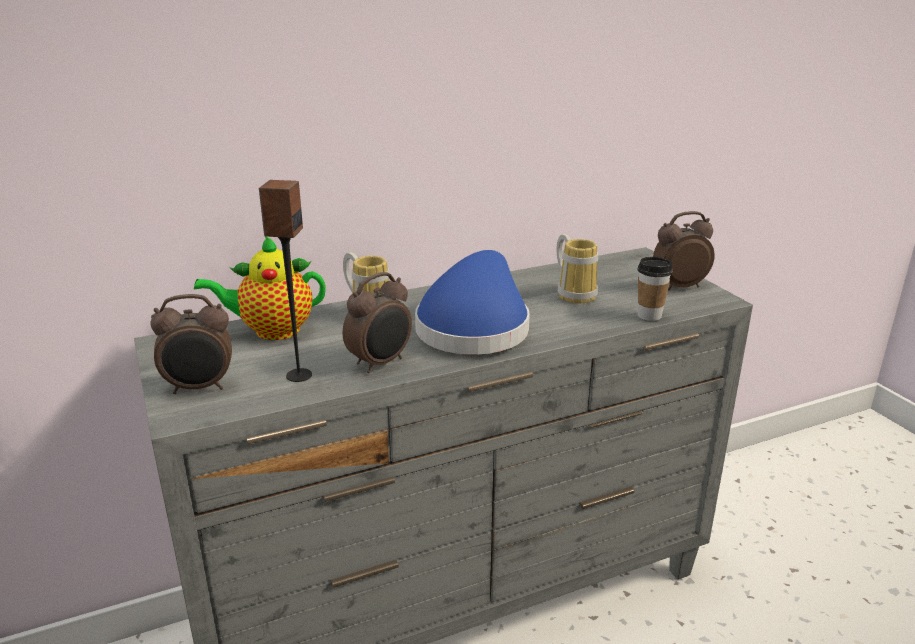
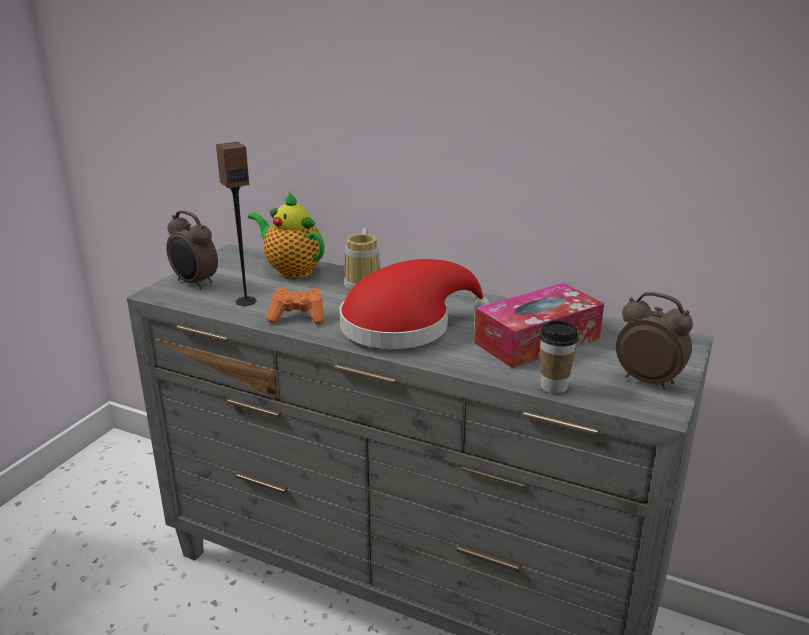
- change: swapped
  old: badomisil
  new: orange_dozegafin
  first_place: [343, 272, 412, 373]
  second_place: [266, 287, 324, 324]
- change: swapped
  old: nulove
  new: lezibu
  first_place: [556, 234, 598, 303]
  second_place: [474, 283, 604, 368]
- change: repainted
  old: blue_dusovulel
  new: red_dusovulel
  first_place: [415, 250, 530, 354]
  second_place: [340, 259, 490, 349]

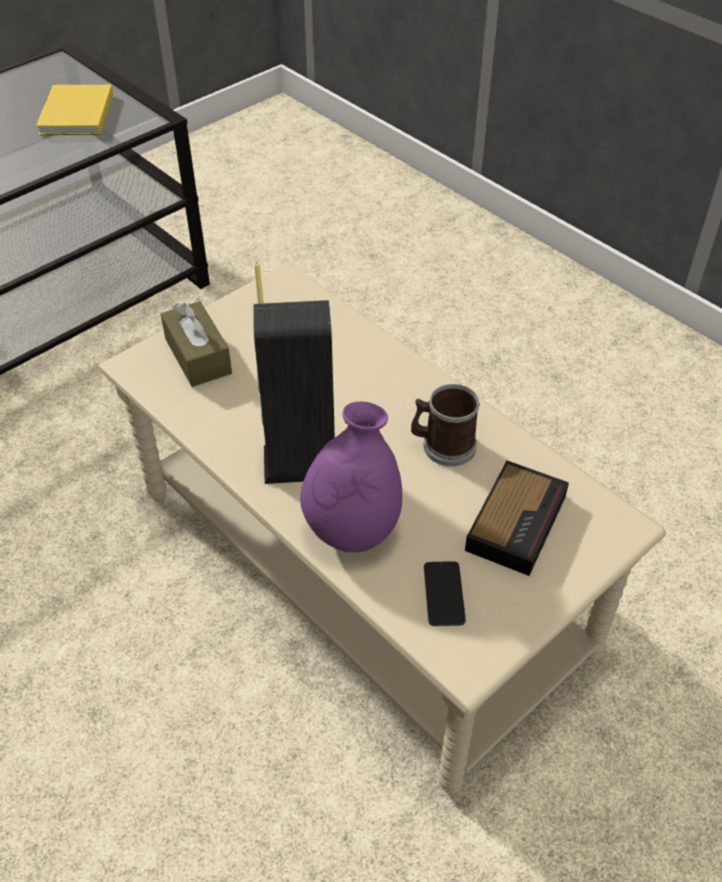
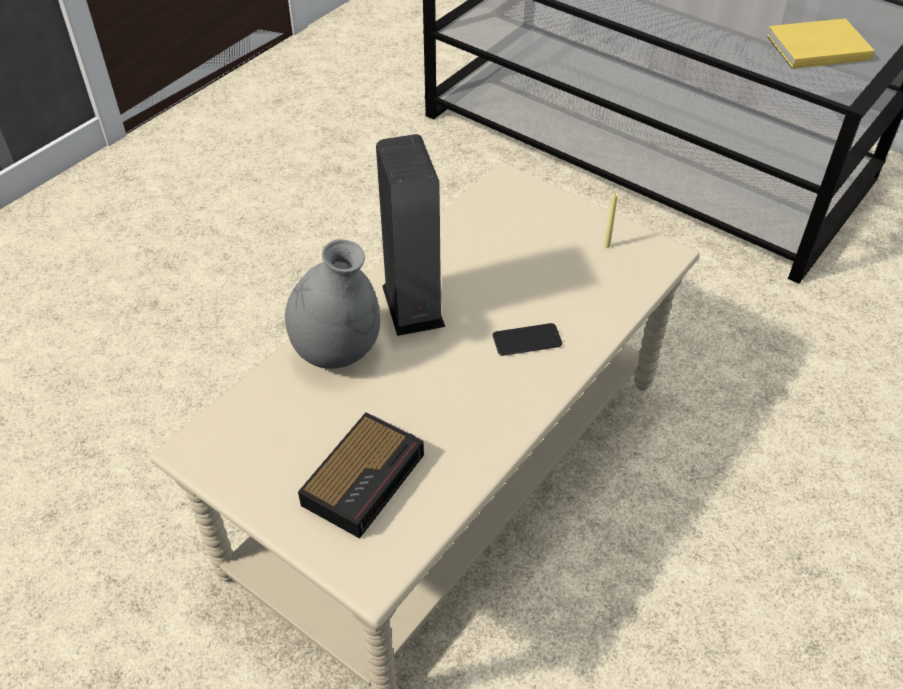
- change: gone
  old: brown_lezibu
  first_place: [161, 301, 232, 387]
- change: gone
  old: nulove
  first_place: [411, 384, 480, 466]
- change: shifted
  old: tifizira
  first_place: [424, 561, 466, 626]
  second_place: [493, 323, 562, 356]
- change: repainted
  old: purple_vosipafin
  new: grey_vosipafin
  first_place: [300, 402, 402, 552]
  second_place: [285, 239, 380, 369]
- change: rotated
  old: badomisil
  first_place: [465, 461, 569, 576]
  second_place: [298, 412, 424, 539]
  degrees: -75

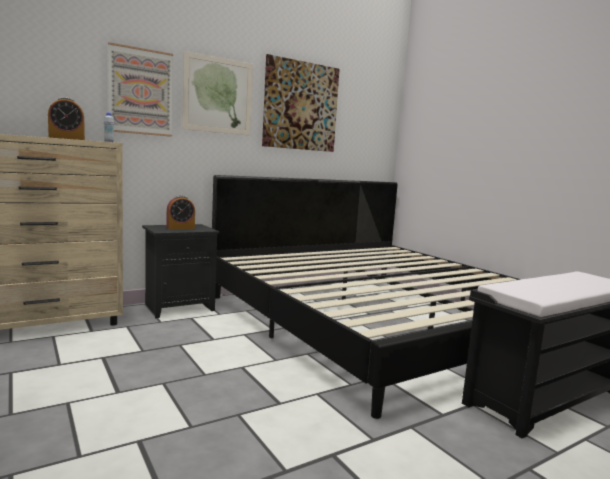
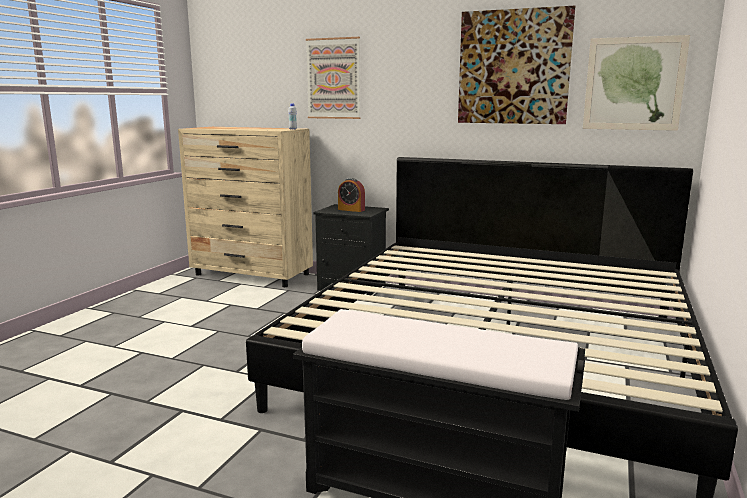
- change: gone
  old: badomisil
  first_place: [48, 97, 85, 140]
- change: shifted
  old: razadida
  first_place: [182, 51, 253, 136]
  second_place: [583, 35, 690, 131]

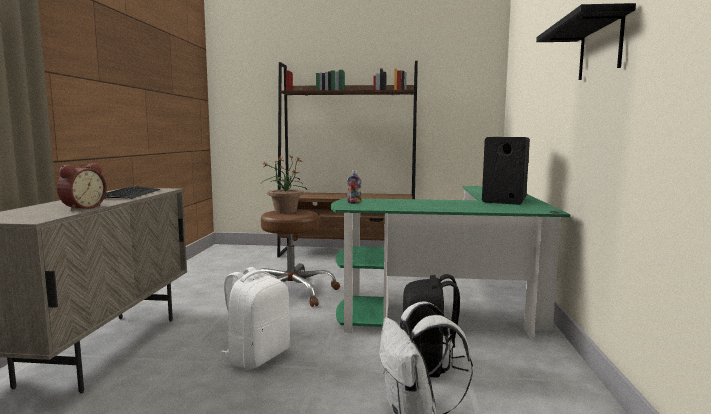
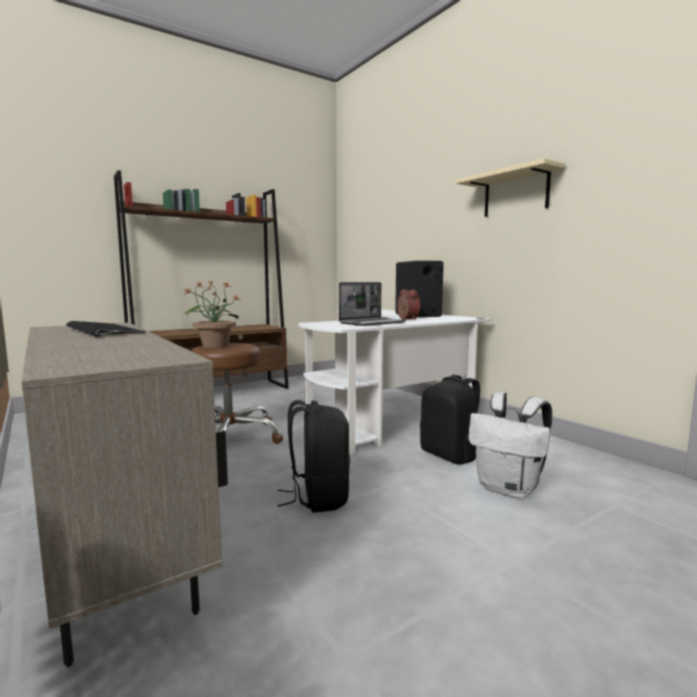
- change: gone
  old: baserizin
  first_place: [347, 170, 361, 204]
- change: new
  new: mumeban
  second_place: [339, 282, 406, 326]
- change: shifted
  old: badomisil
  first_place: [57, 163, 107, 211]
  second_place: [397, 289, 420, 320]
- change: repainted
  old: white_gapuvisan
  new: black_gapuvisan
  first_place: [220, 267, 290, 369]
  second_place: [278, 400, 350, 513]
- change: repainted
  old: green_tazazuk
  new: white_tazazuk
  first_place: [331, 186, 570, 341]
  second_place: [298, 309, 492, 455]
- change: repainted
  old: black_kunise
  new: beige_kunise
  first_place: [536, 3, 636, 80]
  second_place: [455, 158, 565, 217]

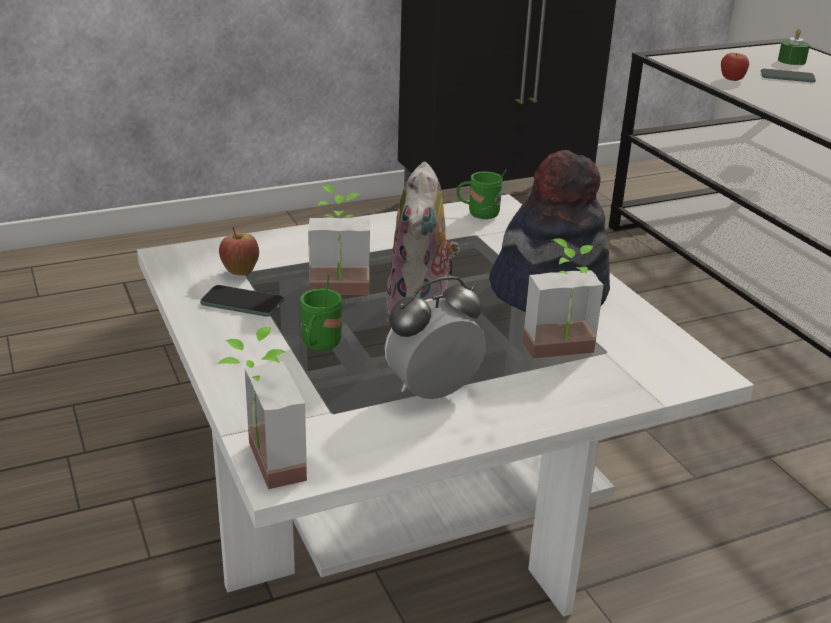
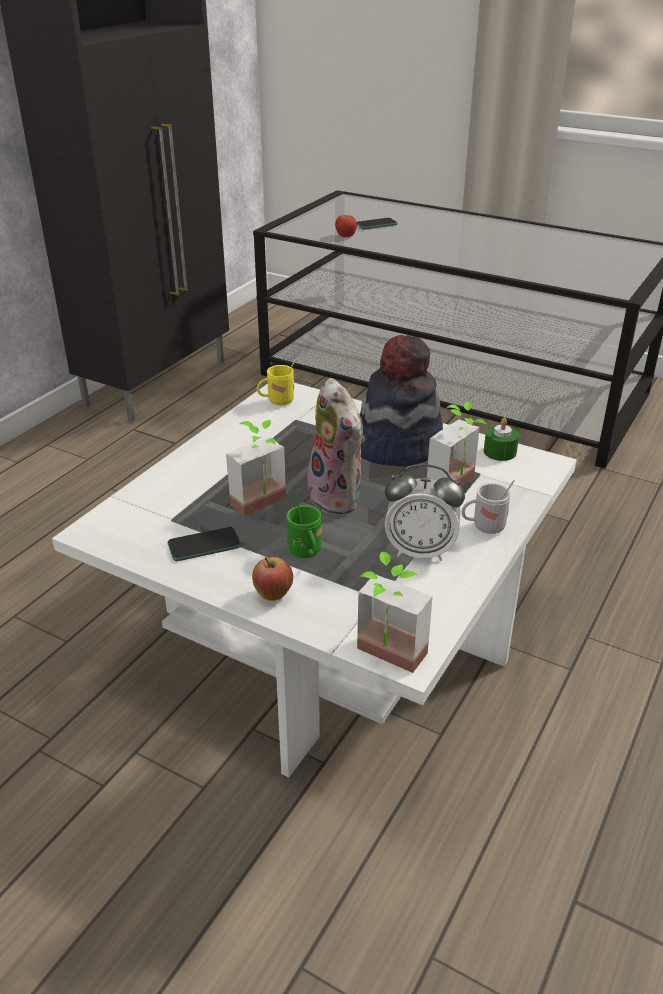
- change: new
  new: white_nulove
  second_place: [461, 480, 514, 534]
- change: shifted
  old: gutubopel
  first_place: [219, 227, 259, 275]
  second_place: [252, 557, 293, 601]
- change: shifted
  old: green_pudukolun
  first_place: [778, 29, 810, 65]
  second_place: [484, 417, 519, 461]
- change: repainted
  old: green_nulove
  new: yellow_nulove
  first_place: [456, 169, 507, 219]
  second_place: [257, 360, 295, 405]
- change: rotated
  old: badomisil
  first_place: [385, 276, 486, 400]
  second_place: [385, 464, 465, 561]
  degrees: -105

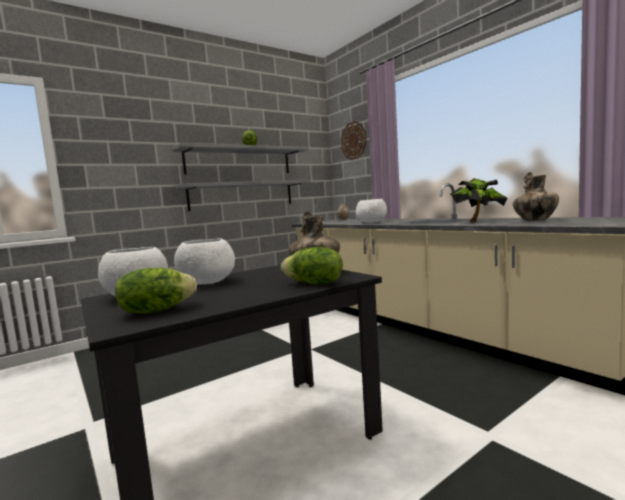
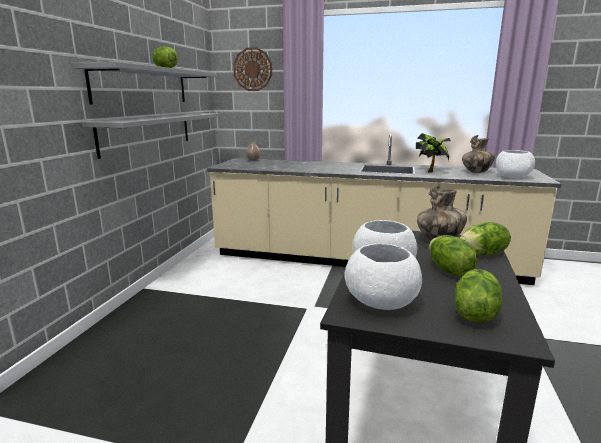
- change: new
  new: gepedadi
  second_place: [429, 235, 478, 276]
- change: shifted
  old: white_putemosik
  first_place: [356, 199, 387, 223]
  second_place: [496, 150, 535, 179]

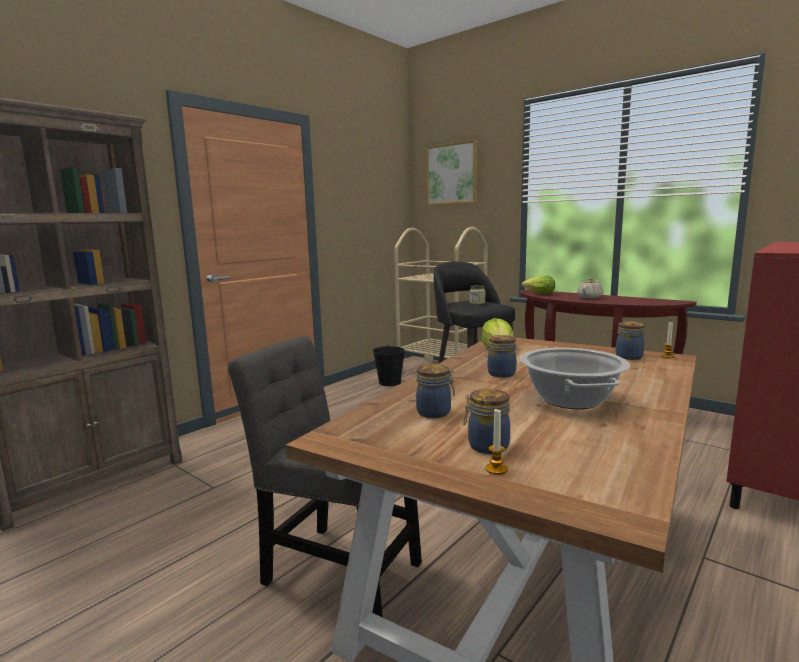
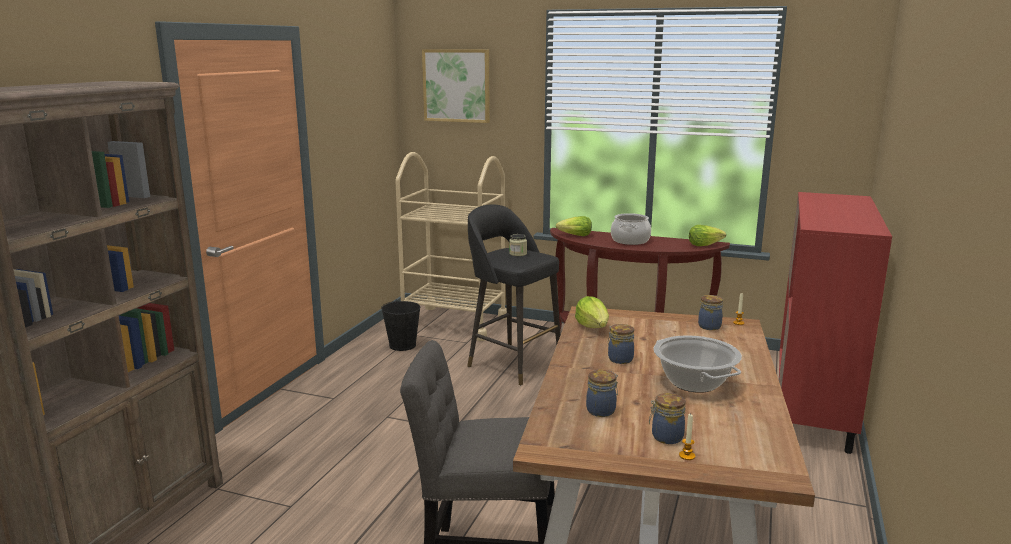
- change: new
  new: gepedadi
  second_place: [689, 225, 726, 246]
- change: swapped
  old: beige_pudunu
  new: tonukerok
  first_place: [577, 278, 604, 299]
  second_place: [611, 213, 651, 245]

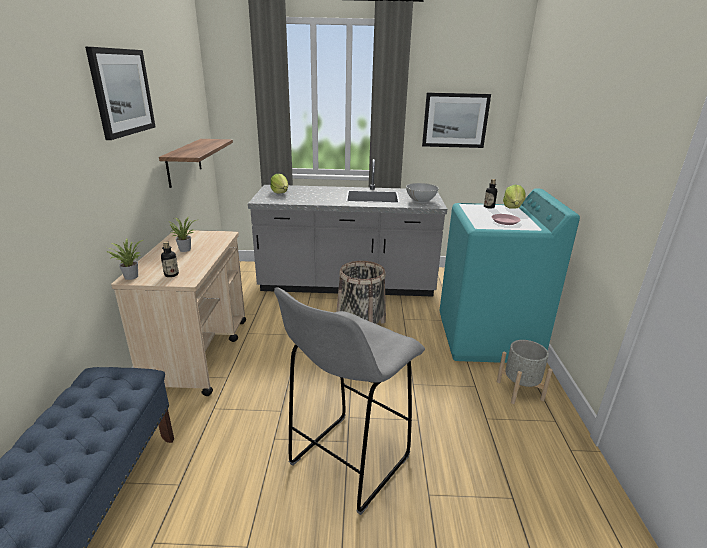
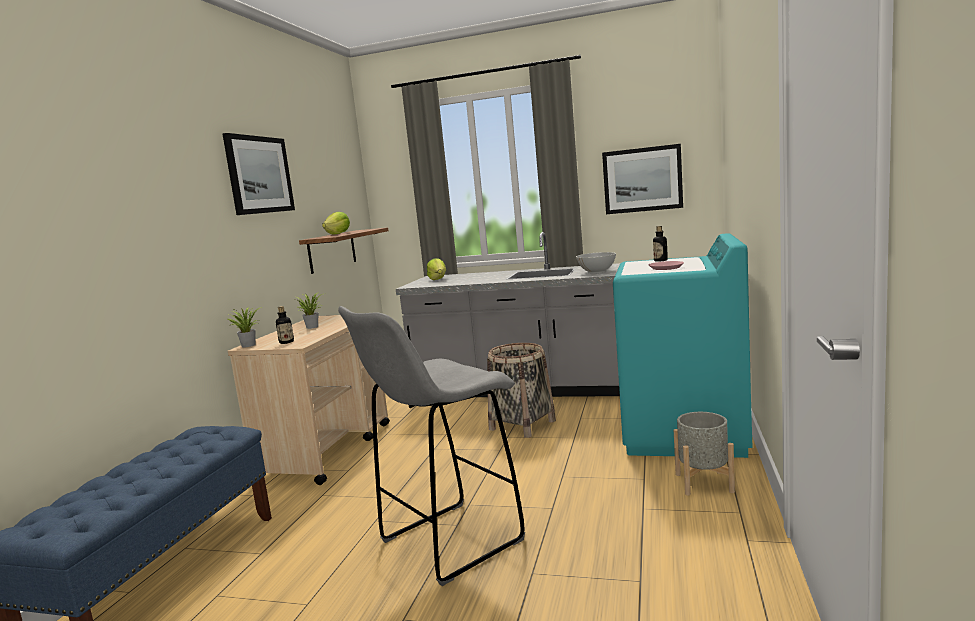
- change: shifted
  old: gepedadi
  first_place: [503, 185, 525, 209]
  second_place: [322, 212, 350, 235]

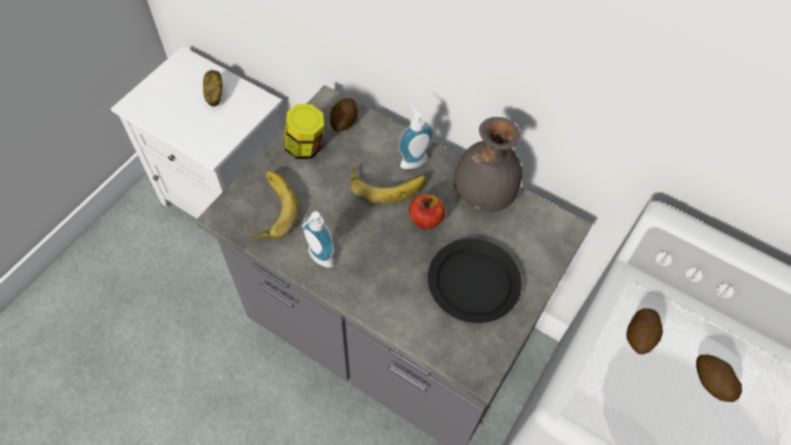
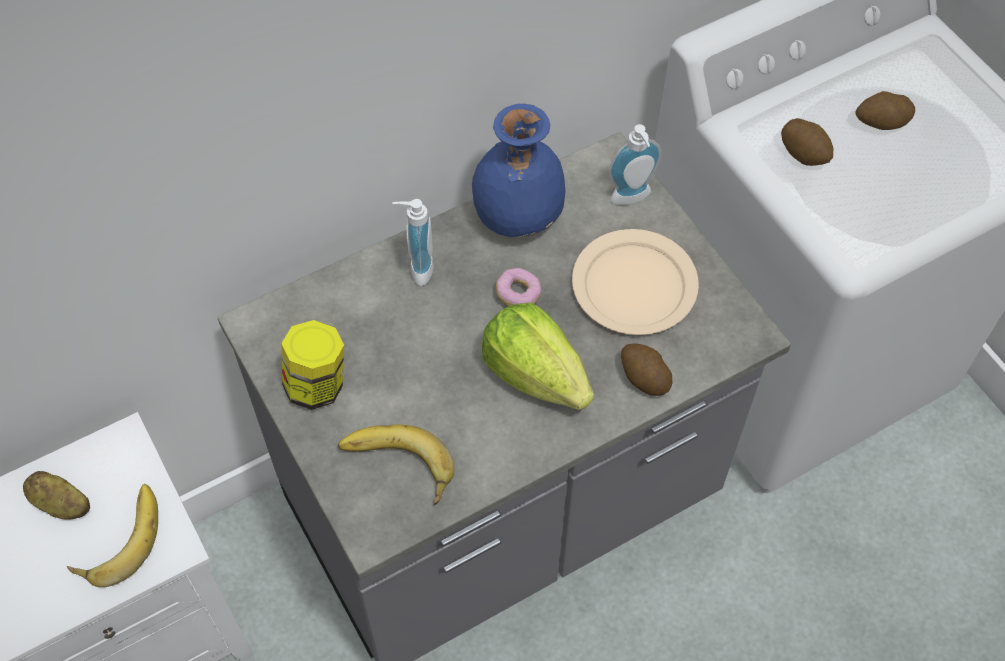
- change: new
  new: gepedadi
  second_place: [482, 303, 594, 410]
- change: shifted
  old: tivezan
  first_place: [302, 211, 334, 268]
  second_place: [609, 124, 662, 205]
- change: shifted
  old: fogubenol
  first_place: [330, 98, 358, 131]
  second_place: [621, 343, 672, 396]
- change: shifted
  old: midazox
  first_place: [350, 166, 426, 204]
  second_place: [67, 484, 158, 587]
- change: swapped
  old: gutubopel
  new: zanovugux
  first_place: [409, 194, 445, 229]
  second_place: [496, 268, 542, 306]
- change: repainted
  old: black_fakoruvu
  new: beige_fakoruvu
  first_place: [428, 239, 522, 323]
  second_place: [572, 229, 699, 335]
- change: repainted
  old: grey_vosipafin
  new: blue_vosipafin
  first_place: [454, 117, 522, 212]
  second_place: [472, 104, 565, 237]

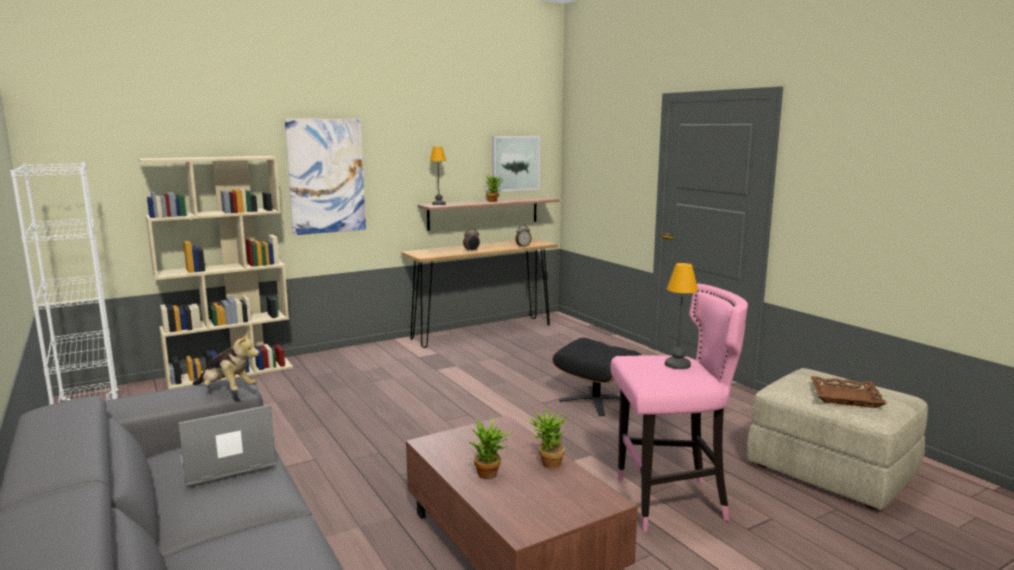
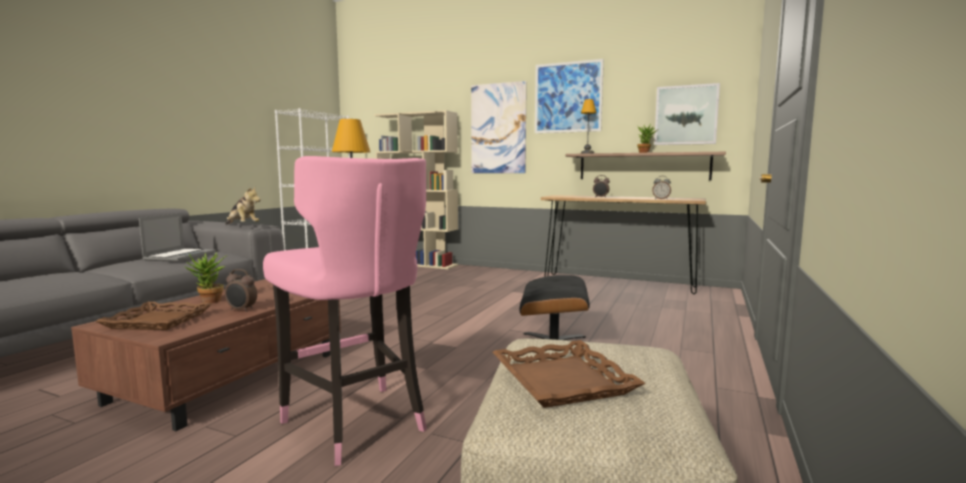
- change: new
  new: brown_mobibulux
  second_place: [95, 302, 212, 330]
- change: new
  new: razadida
  second_place: [535, 59, 604, 133]
- change: swapped
  old: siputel
  new: badomisil
  first_place: [525, 406, 568, 468]
  second_place: [225, 269, 257, 312]
- change: rotated
  old: mumeban
  first_place: [178, 405, 276, 487]
  second_place: [139, 213, 216, 262]
  degrees: 75
- change: rotated
  old: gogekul
  first_place: [193, 331, 260, 391]
  second_place: [225, 188, 261, 225]
  degrees: -45

